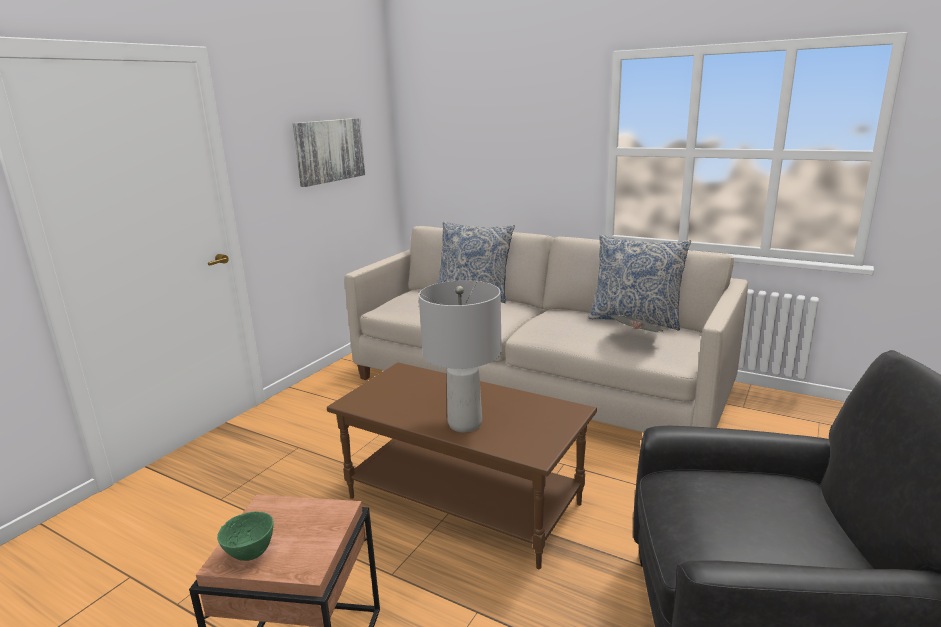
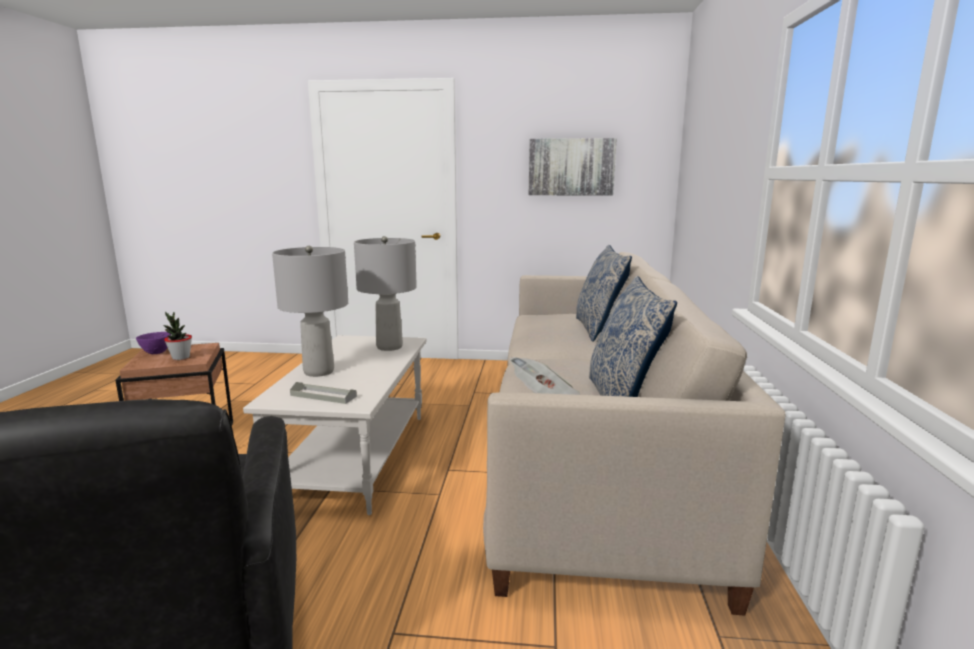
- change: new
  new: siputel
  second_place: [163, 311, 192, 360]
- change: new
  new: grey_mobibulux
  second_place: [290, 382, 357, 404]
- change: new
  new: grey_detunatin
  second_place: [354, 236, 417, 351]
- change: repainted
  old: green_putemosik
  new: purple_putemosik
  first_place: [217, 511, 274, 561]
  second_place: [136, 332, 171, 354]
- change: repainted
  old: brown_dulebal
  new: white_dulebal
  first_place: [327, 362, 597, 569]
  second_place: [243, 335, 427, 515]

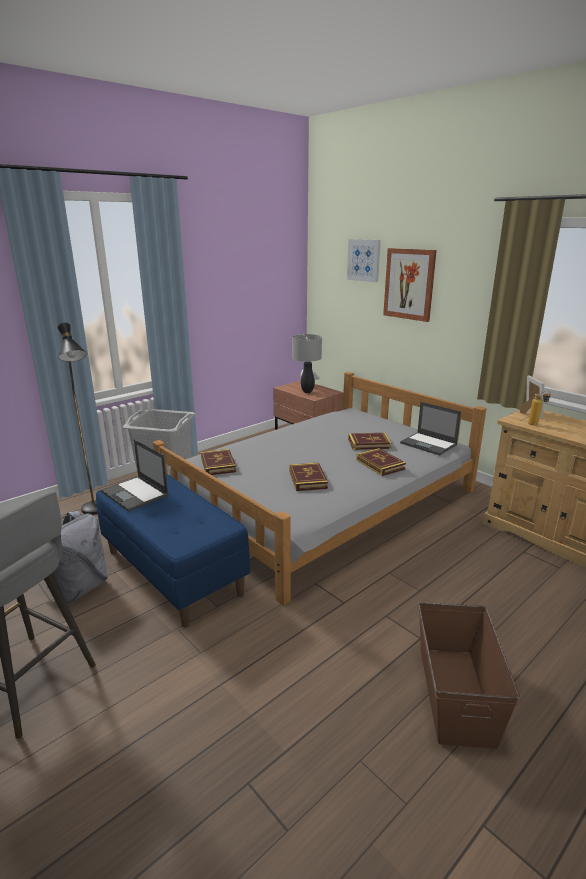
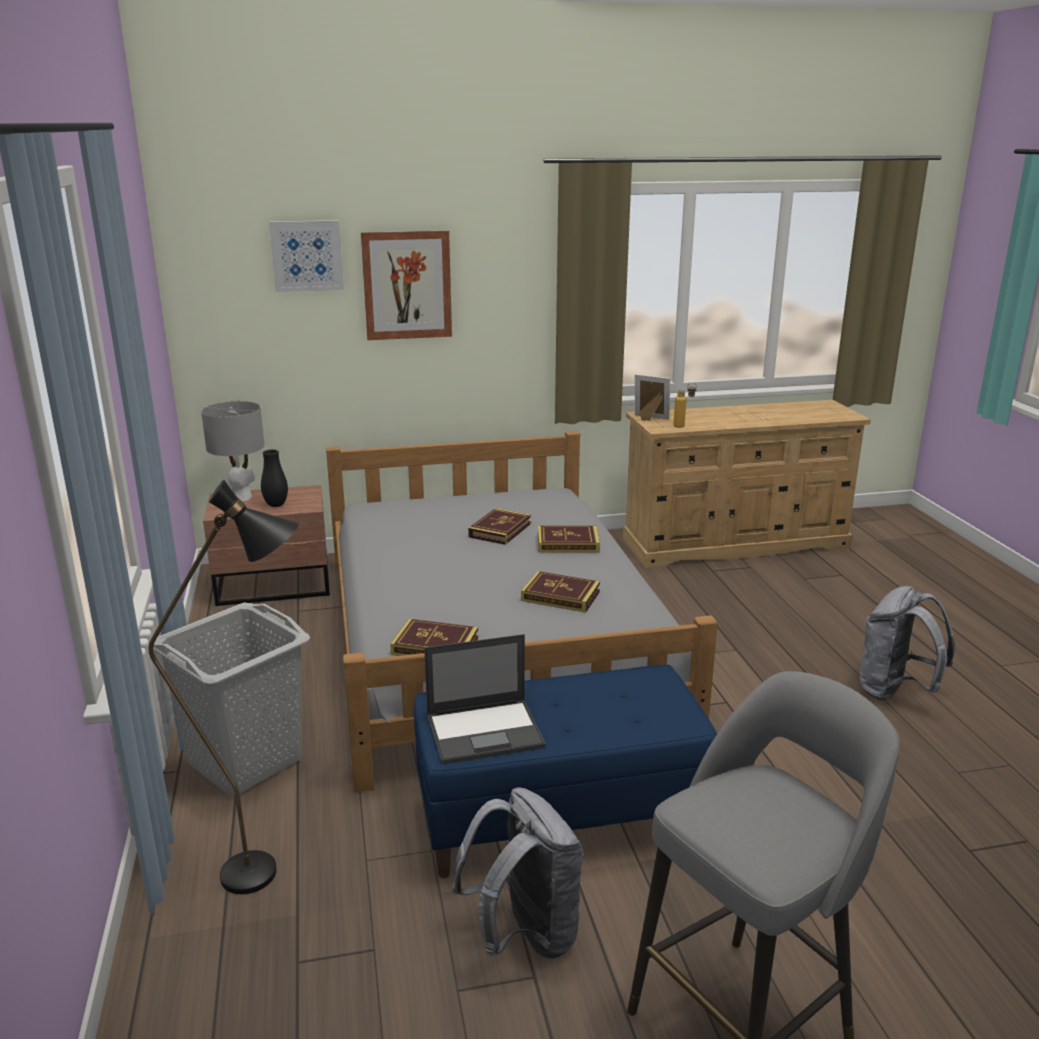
- change: gone
  old: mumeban
  first_place: [400, 402, 461, 456]
- change: swapped
  old: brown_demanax
  new: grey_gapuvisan
  first_place: [418, 602, 520, 749]
  second_place: [860, 586, 955, 701]

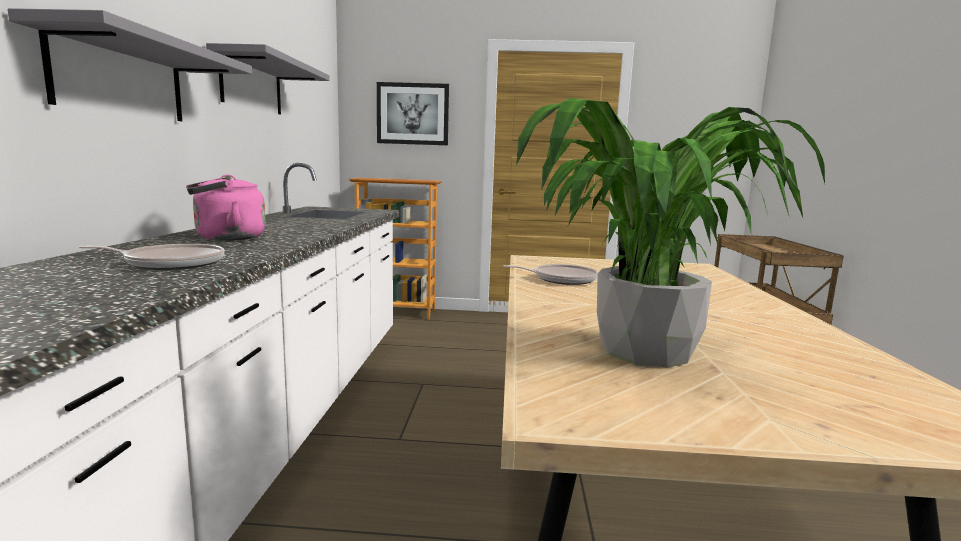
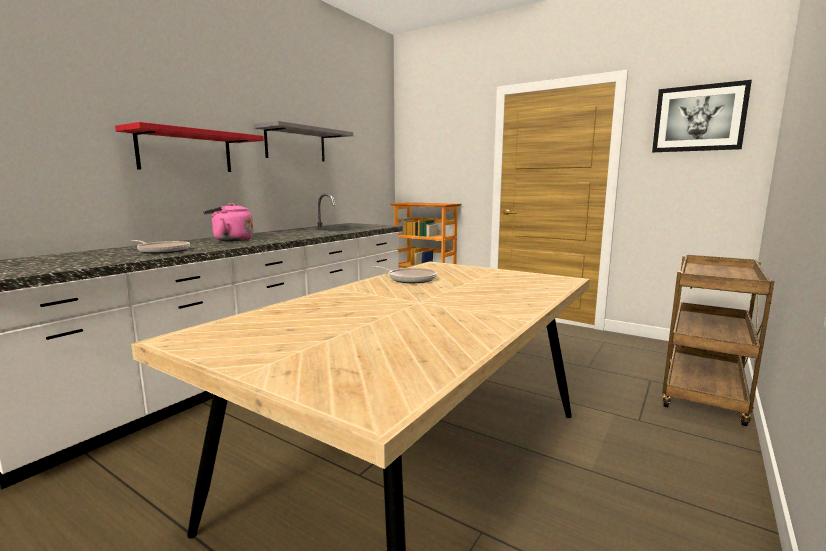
- change: gone
  old: siputel
  first_place: [516, 98, 825, 368]
- change: shifted
  old: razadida
  first_place: [377, 82, 449, 145]
  second_place: [652, 80, 752, 152]
- change: repainted
  old: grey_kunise
  new: red_kunise
  first_place: [8, 8, 252, 121]
  second_place: [115, 122, 264, 172]

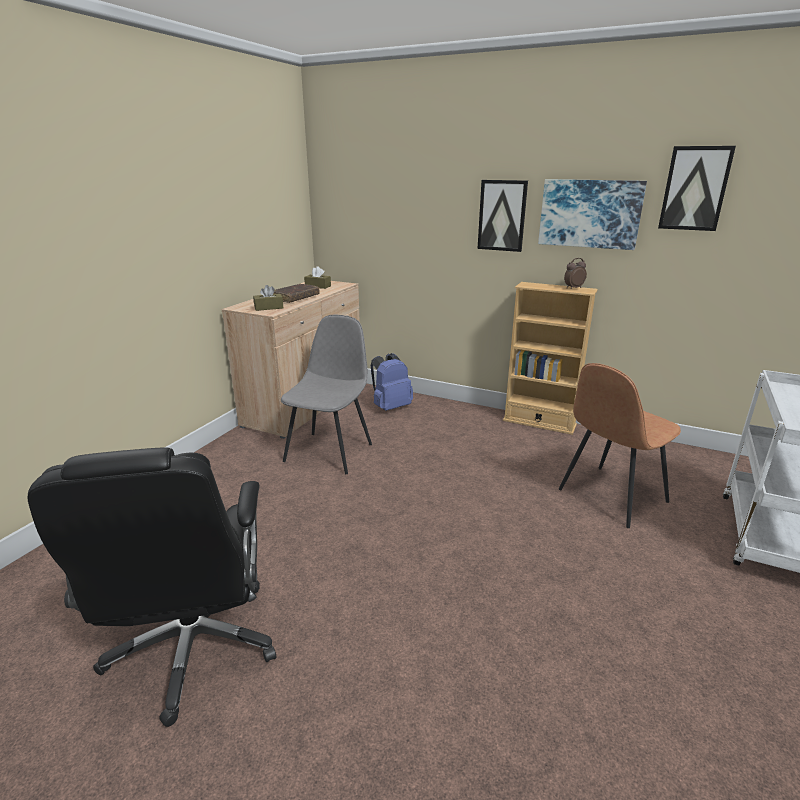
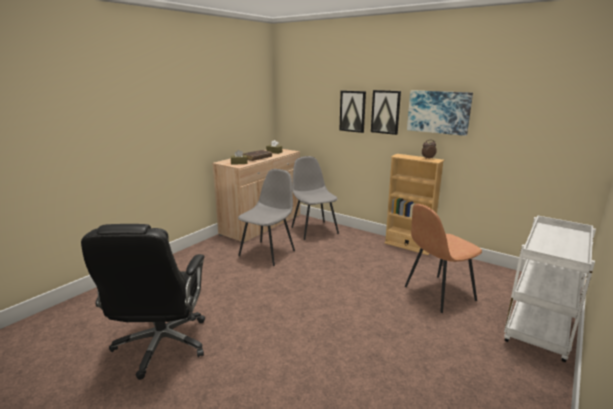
- change: shifted
  old: razadida
  first_place: [658, 146, 736, 231]
  second_place: [339, 91, 366, 133]
- change: swapped
  old: blue_gapuvisan
  new: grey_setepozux
  first_place: [371, 353, 413, 411]
  second_place: [291, 156, 339, 240]

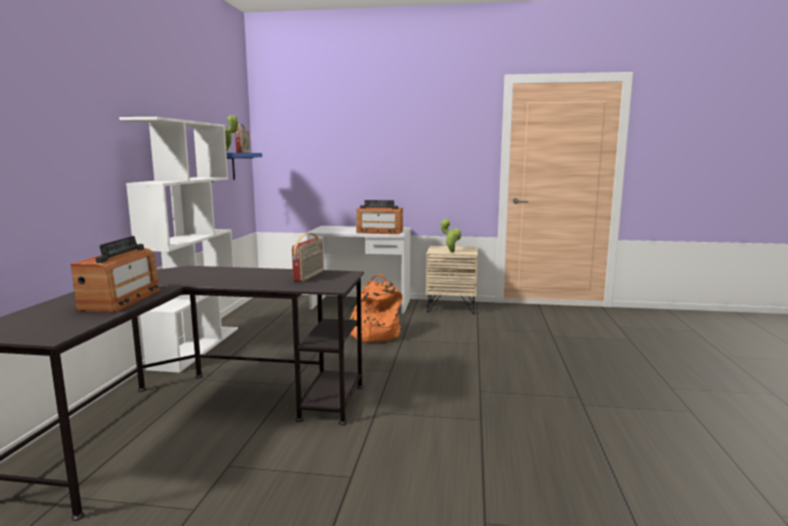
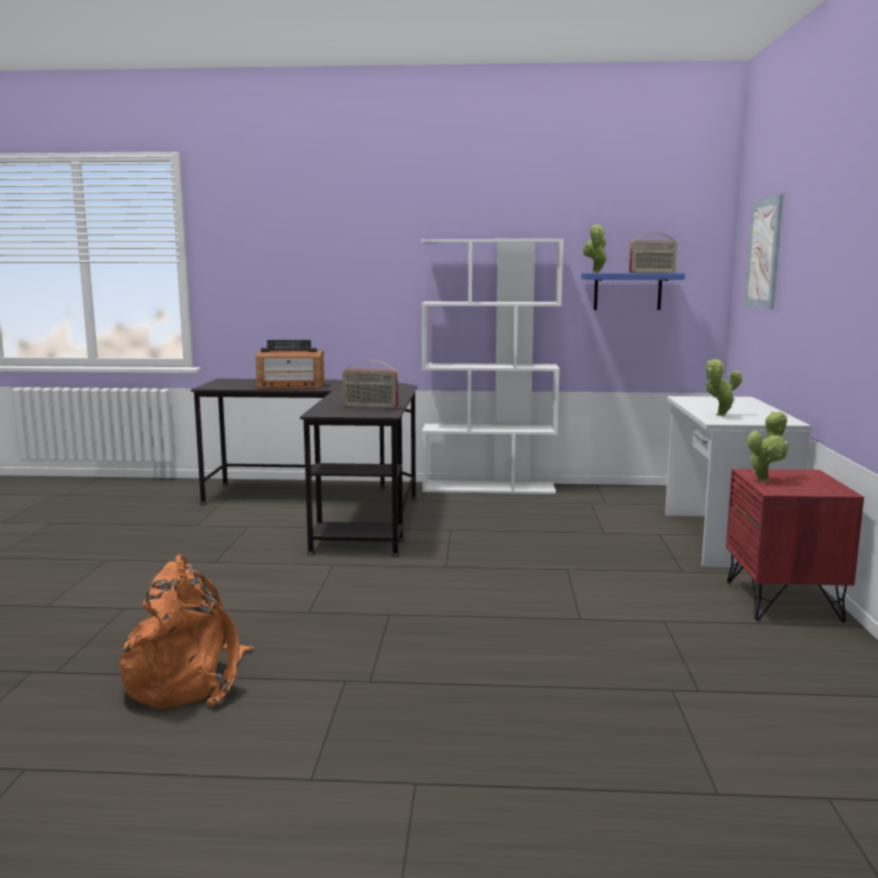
- change: new
  new: razadida
  second_place: [744, 194, 783, 309]
- change: shifted
  old: orange_gapuvisan
  first_place: [350, 274, 403, 342]
  second_place: [119, 554, 254, 709]
- change: swapped
  old: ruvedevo
  new: siputel
  first_place: [356, 200, 403, 234]
  second_place: [705, 359, 742, 416]
- change: repainted
  old: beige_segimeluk
  new: red_segimeluk
  first_place: [426, 246, 478, 314]
  second_place: [726, 469, 864, 623]

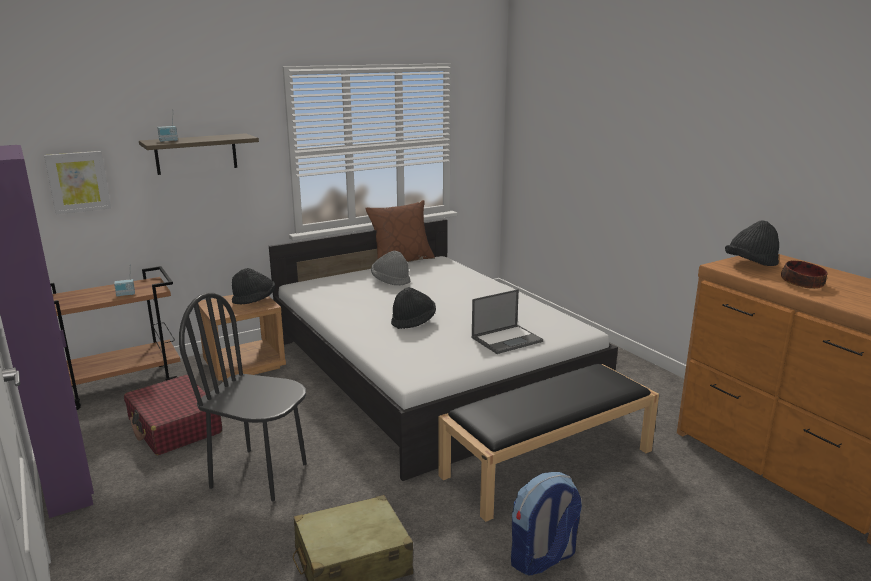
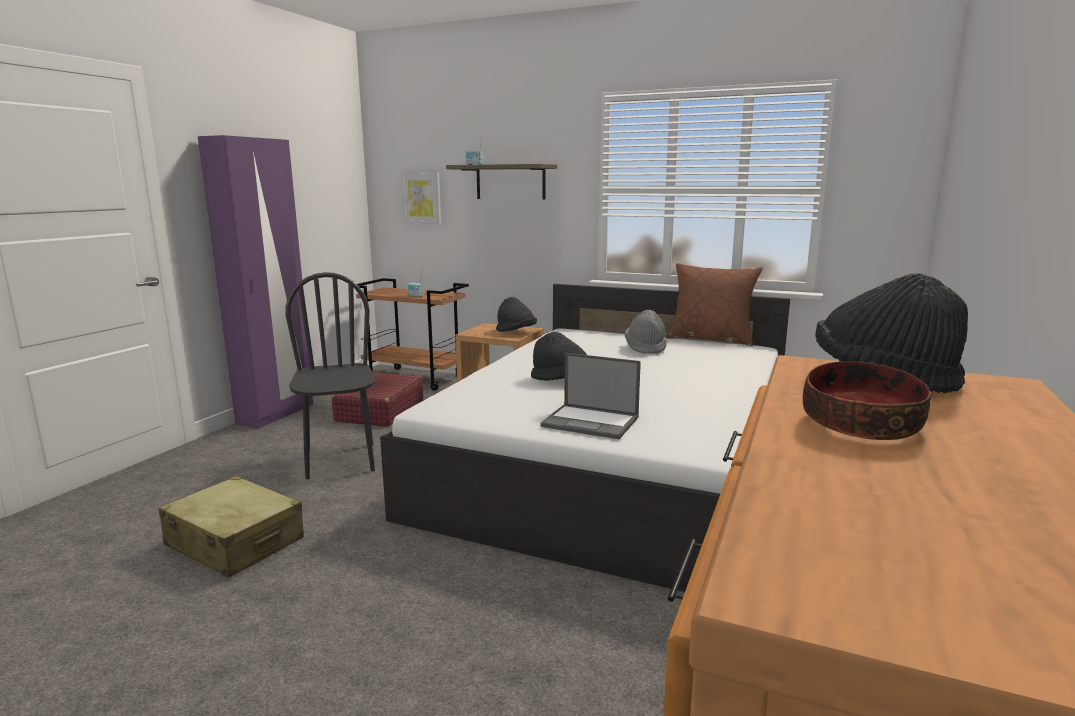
- change: gone
  old: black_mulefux
  first_place: [438, 364, 659, 522]
- change: gone
  old: gapuvisan
  first_place: [511, 472, 582, 576]

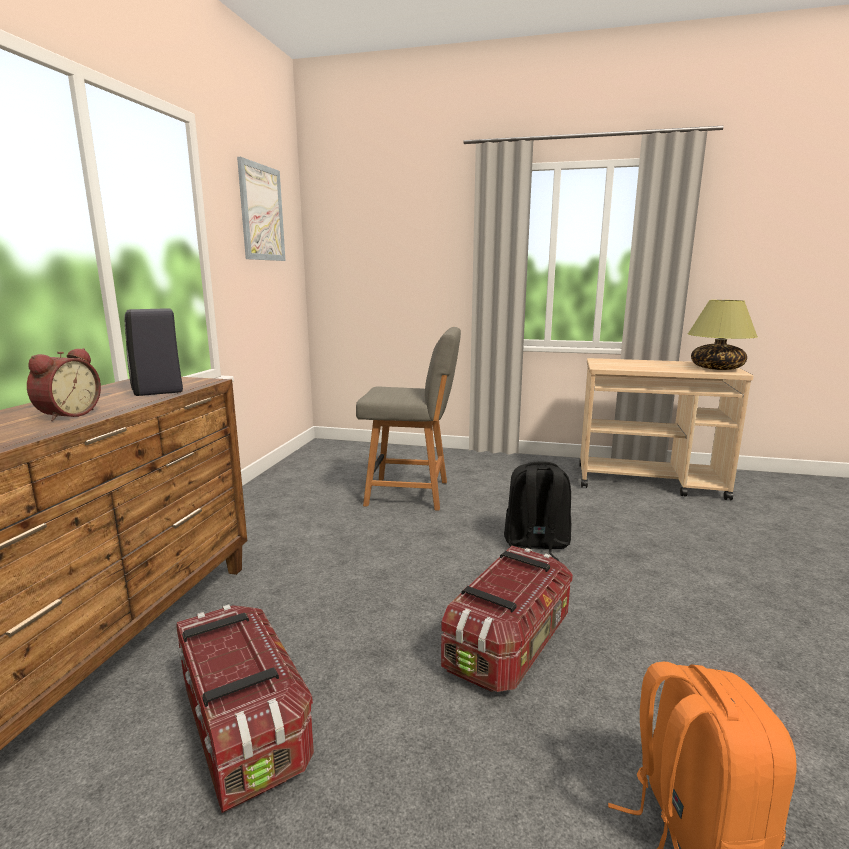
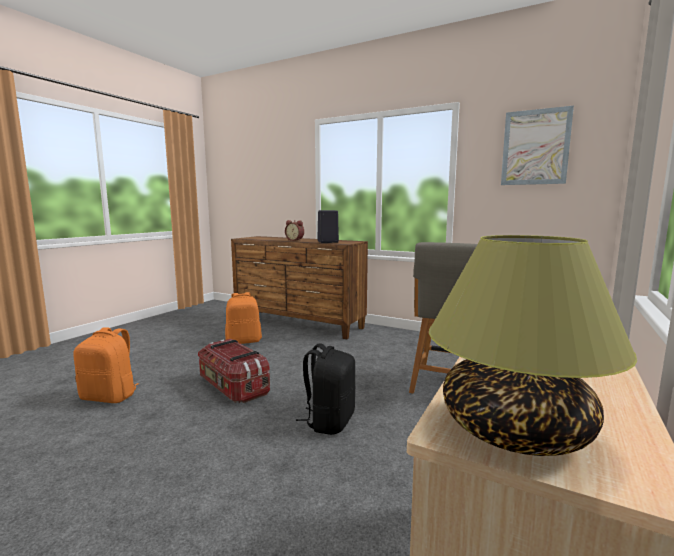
- change: swapped
  old: demanax
  new: orange_gapuvisan
  first_place: [176, 604, 314, 813]
  second_place: [225, 292, 262, 344]

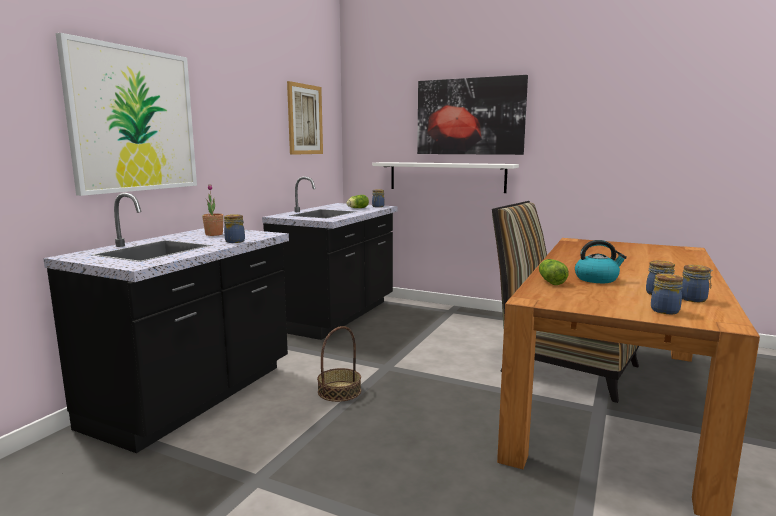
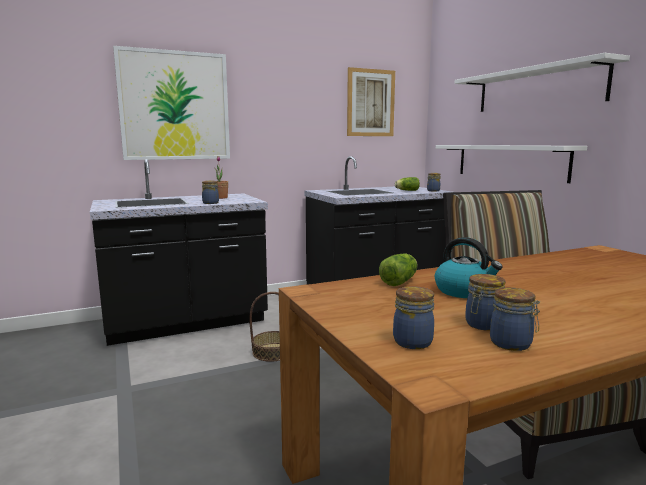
- change: swapped
  old: razadida
  new: white_kunise
  first_place: [417, 75, 528, 155]
  second_place: [454, 53, 630, 112]

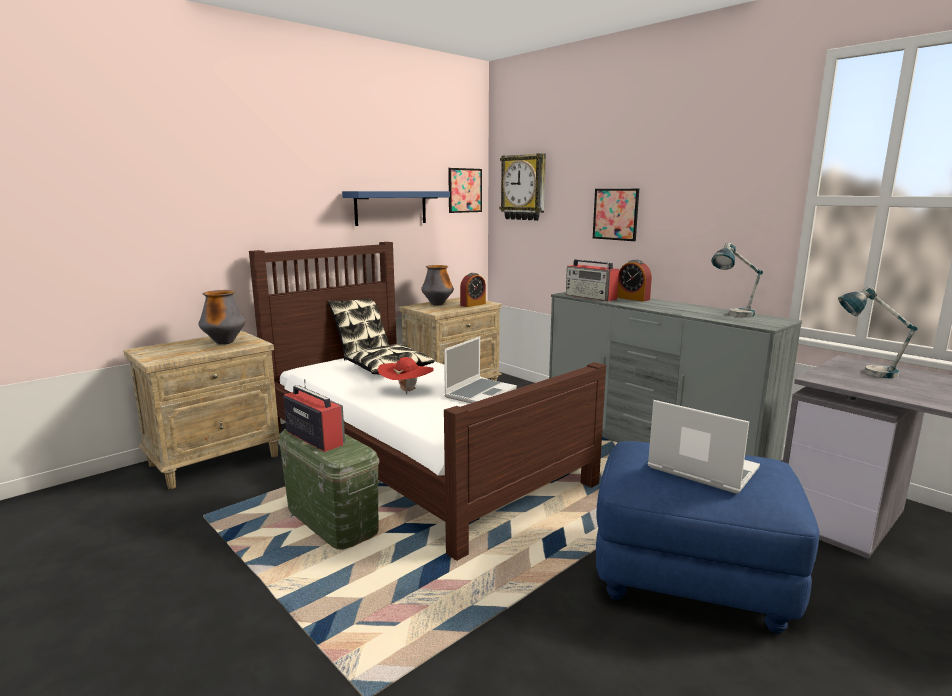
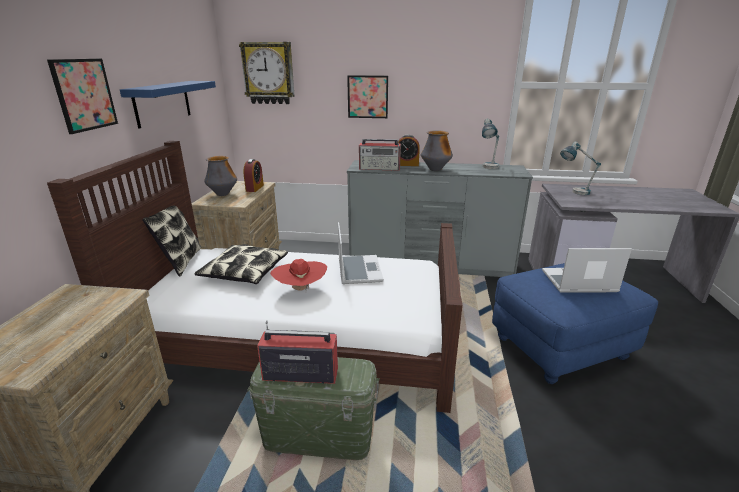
- change: shifted
  old: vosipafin
  first_place: [198, 290, 246, 345]
  second_place: [421, 130, 453, 171]
- change: shifted
  old: razadida
  first_place: [448, 168, 482, 213]
  second_place: [47, 59, 118, 134]

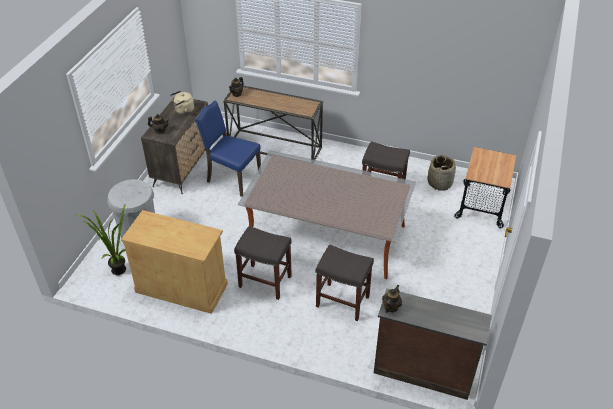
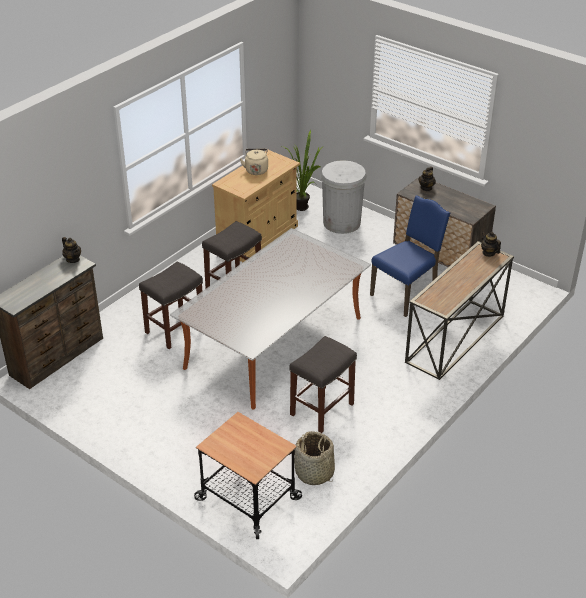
- change: shifted
  old: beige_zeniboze
  first_place: [170, 91, 194, 114]
  second_place: [240, 149, 268, 175]

